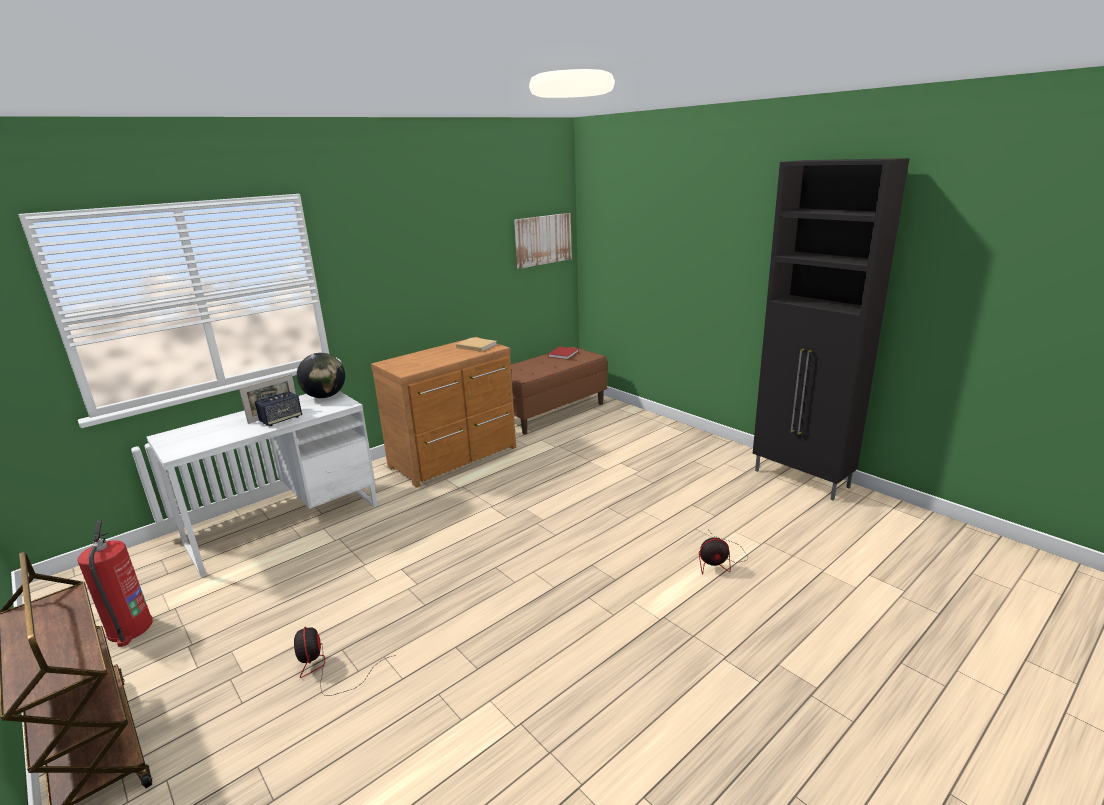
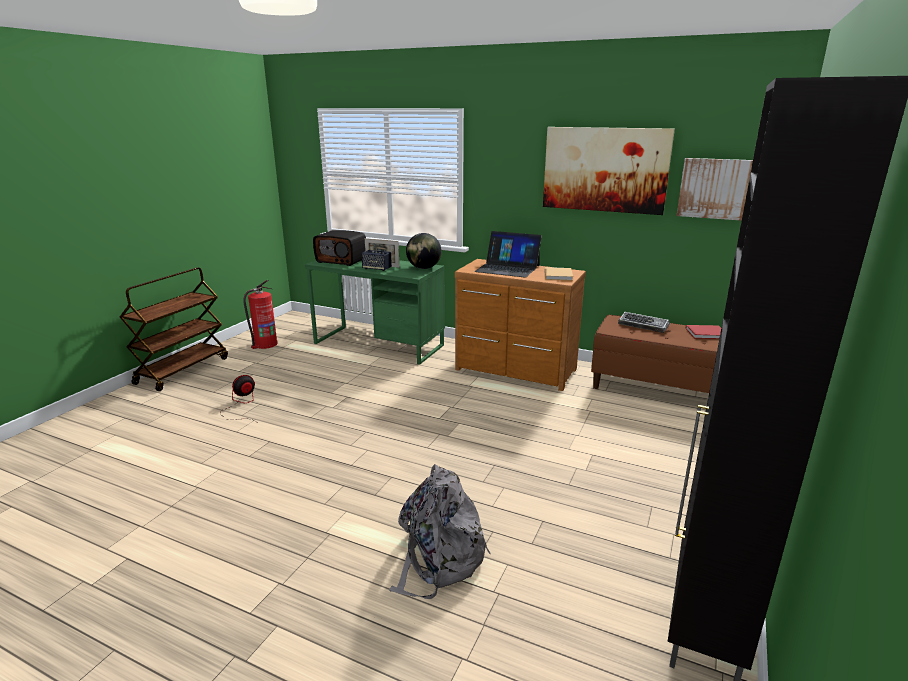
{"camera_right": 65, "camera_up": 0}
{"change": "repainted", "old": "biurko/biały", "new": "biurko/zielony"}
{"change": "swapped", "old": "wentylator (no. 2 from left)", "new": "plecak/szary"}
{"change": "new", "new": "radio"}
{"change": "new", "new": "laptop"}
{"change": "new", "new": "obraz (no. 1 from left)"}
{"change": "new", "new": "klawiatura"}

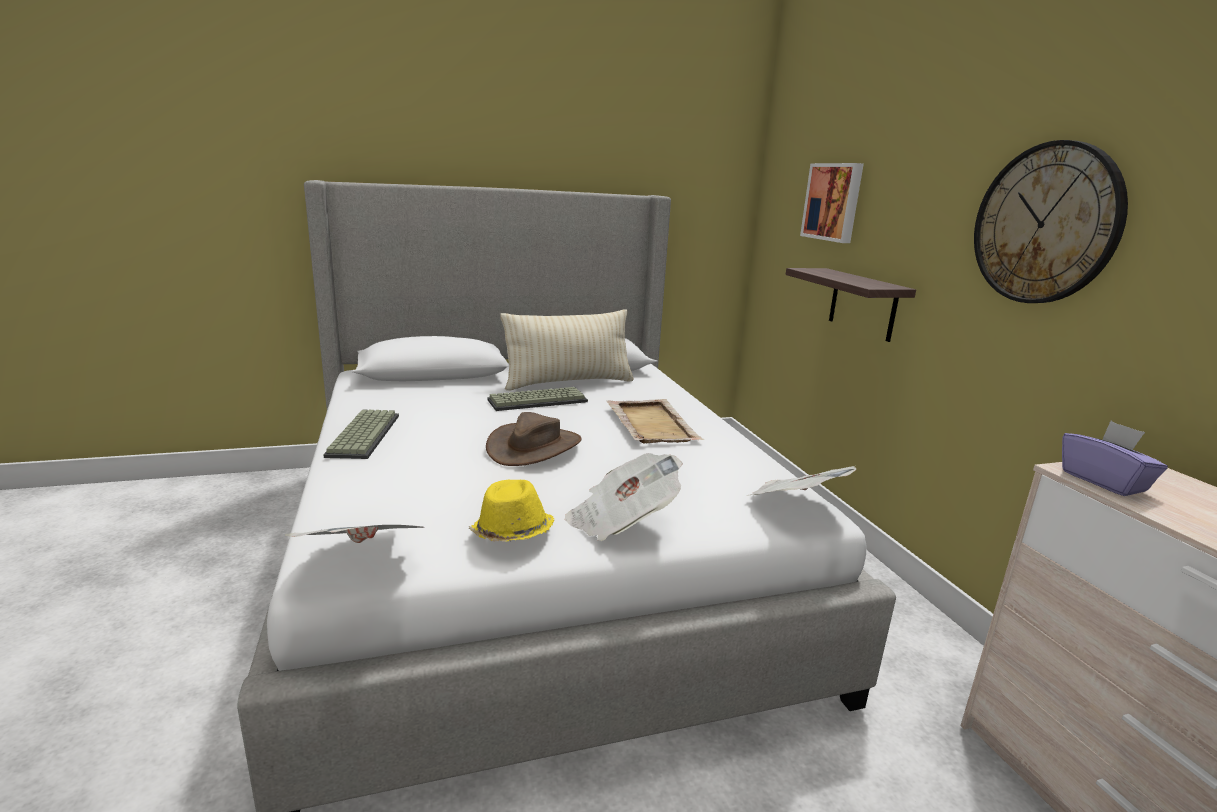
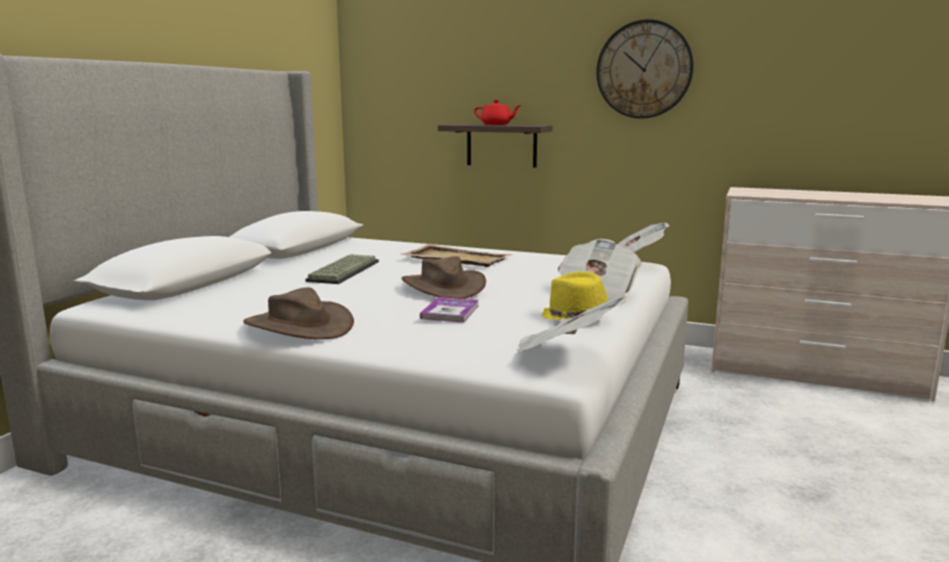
{"camera_right": -50, "camera_up": -5}
{"change": "swapped", "old": "klawiatura (no. 1 from left)", "new": "kapelusz/brązowy (no. 1 from left)"}
{"change": "gone", "old": "poduszka/beżowy"}
{"change": "gone", "old": "obraz"}
{"change": "gone", "old": "pudełko chusteczek/fioletowy"}
{"change": "new", "new": "książka"}
{"change": "new", "new": "imbryk/czerwony"}

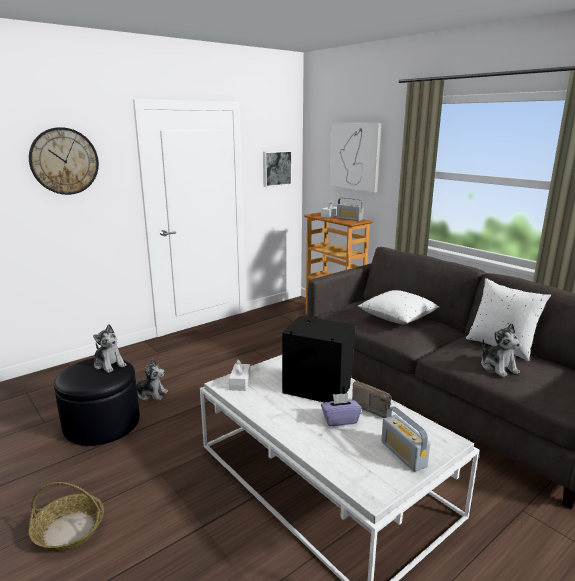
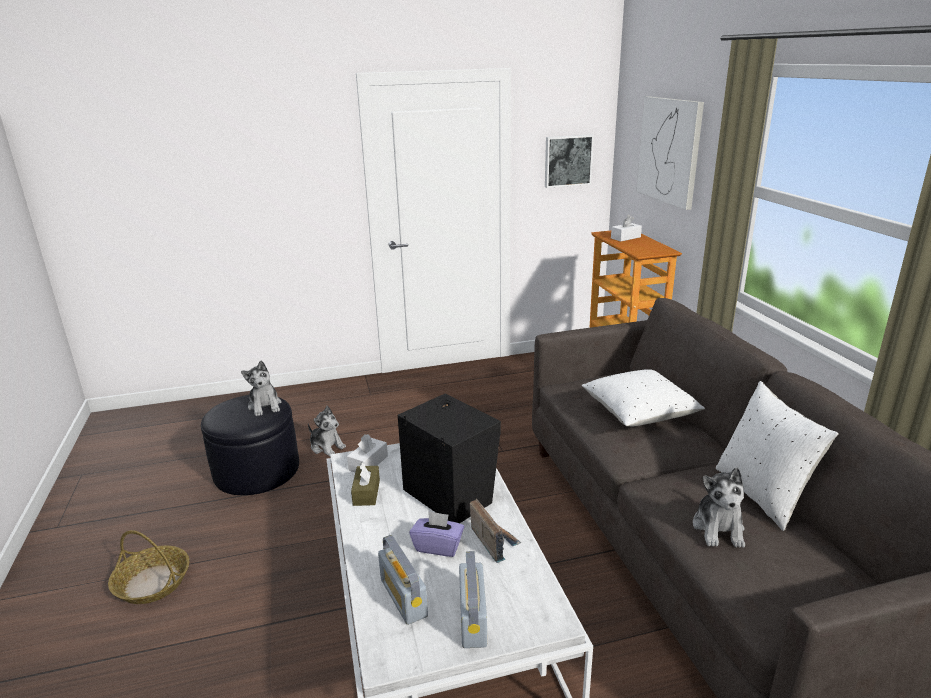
{"camera_right": 25, "camera_up": 5}
{"change": "gone", "old": "zegar ścienny"}
{"change": "shifted", "old": "radio (no. 1 from left)"}
{"change": "new", "new": "pudełko chusteczek/brązowy"}

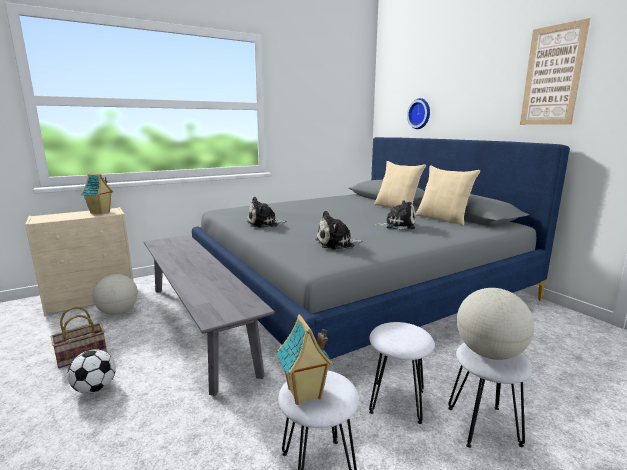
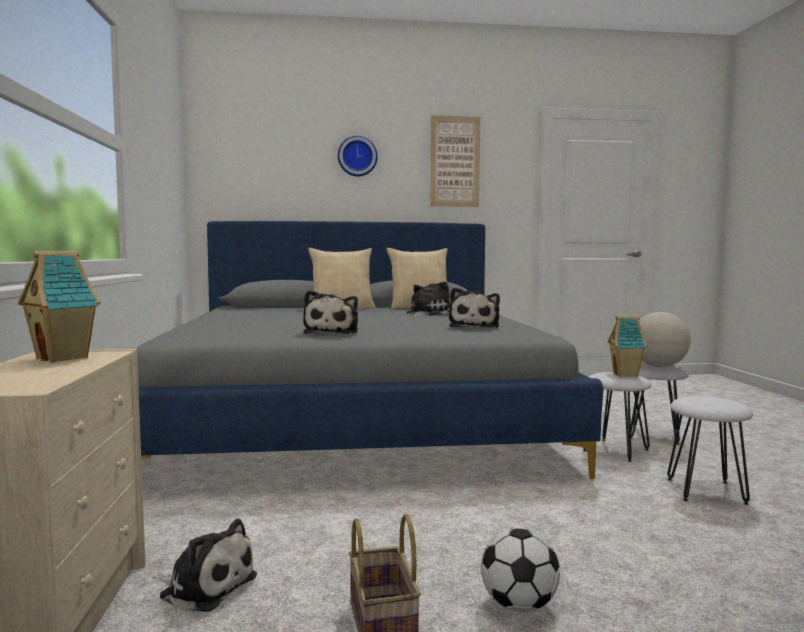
{"camera_right": -65, "camera_up": -10}
{"change": "swapped", "old": "globus (no. 1 from left)", "new": "pluszak (no. 1 from left)"}
{"change": "gone", "old": "ławka/szary"}
{"change": "shifted", "old": "domek (no. 2 from left)"}
{"change": "shifted", "old": "zegar ścienny"}

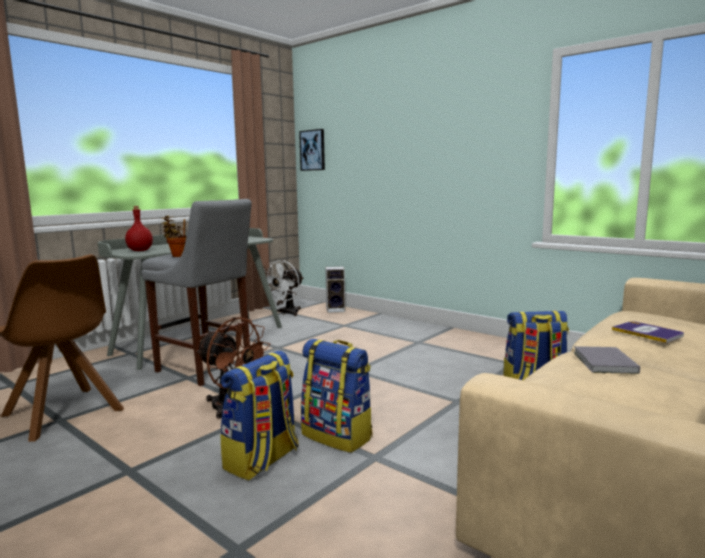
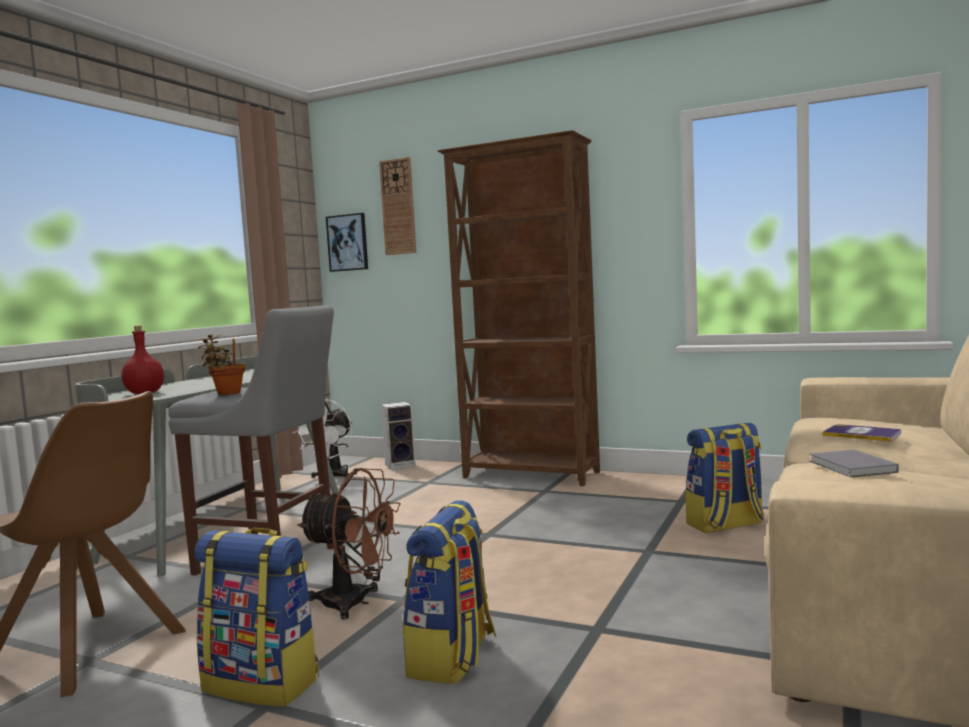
{"camera_right": -15, "camera_up": -5}
{"change": "shifted", "old": "plecak (no. 2 from left in the first image)", "new": "plecak (no. 1 from left)"}
{"change": "new", "new": "zegar ścienny"}
{"change": "new", "new": "regał/brązowy"}

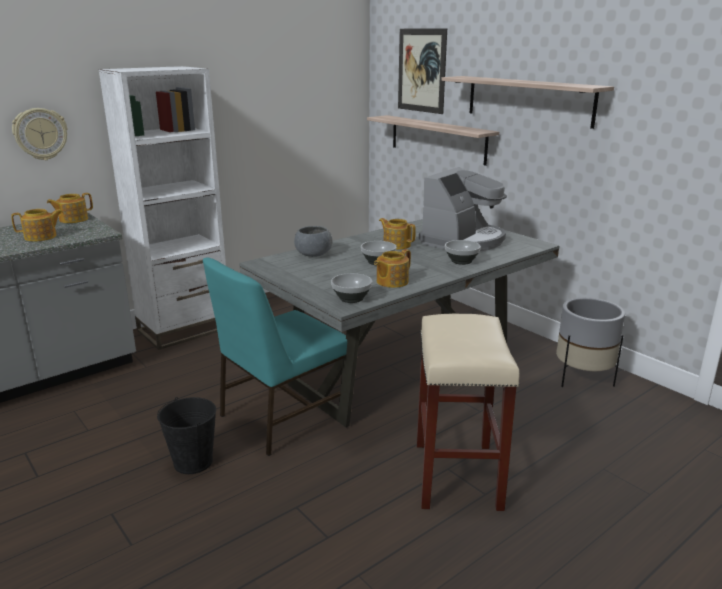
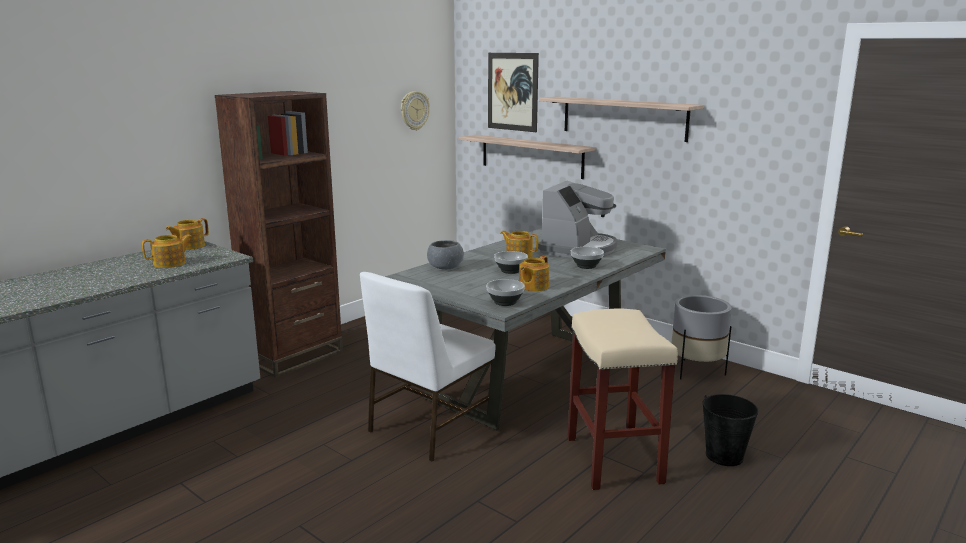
{"camera_right": -10, "camera_up": -5}
{"change": "shifted", "old": "zegar ścienny"}
{"change": "repainted", "old": "regał/biały", "new": "regał/brązowy"}
{"change": "shifted", "old": "wiadro/czarny"}
{"change": "repainted", "old": "krzesło/turkusowy", "new": "krzesło/biały"}

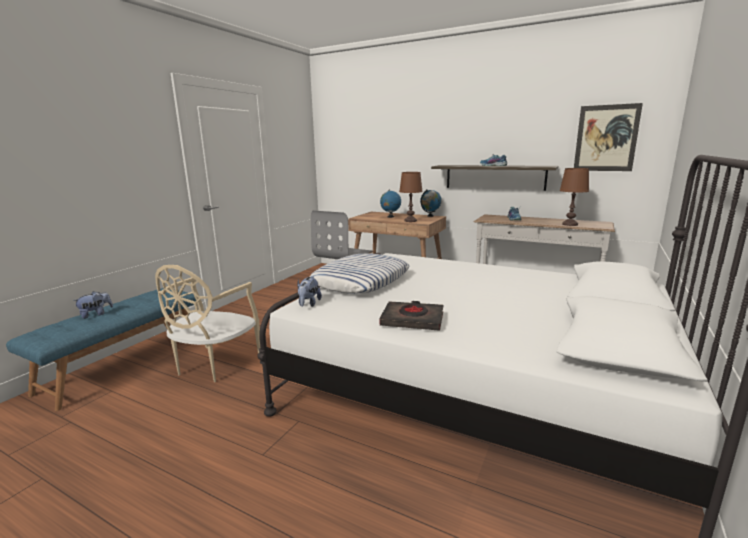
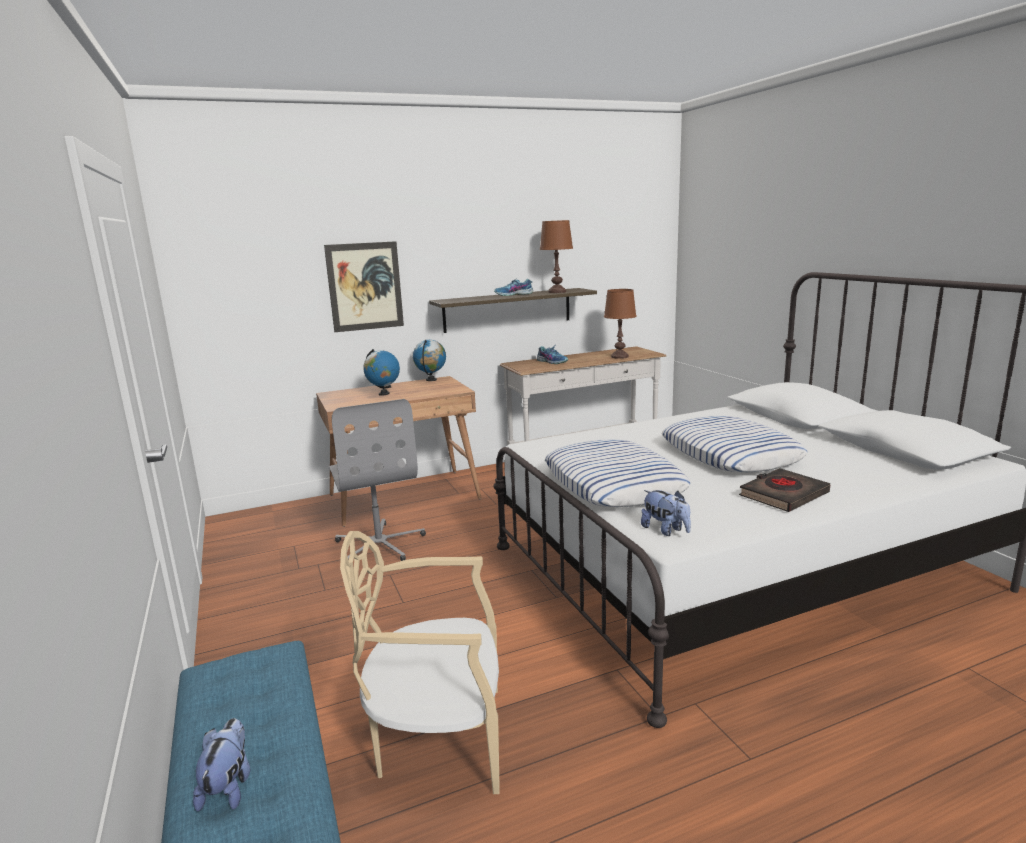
{"camera_right": -50, "camera_up": 0}
{"change": "rotated", "old": "krzesło/beżowy", "degrees": 120}
{"change": "shifted", "old": "lampa stołowa/brązowy (no. 1 from left)"}
{"change": "shifted", "old": "obraz"}
{"change": "new", "new": "poduszka (no. 2 from left)"}

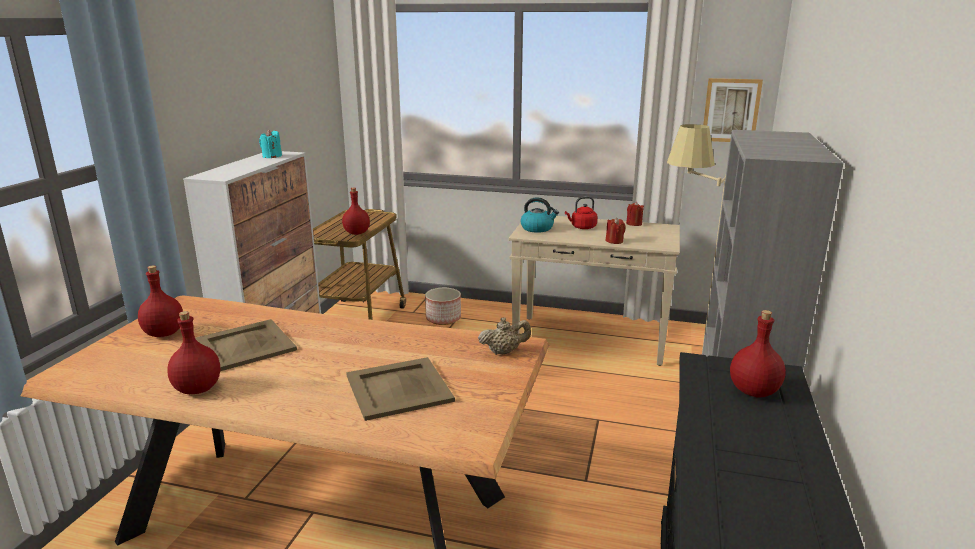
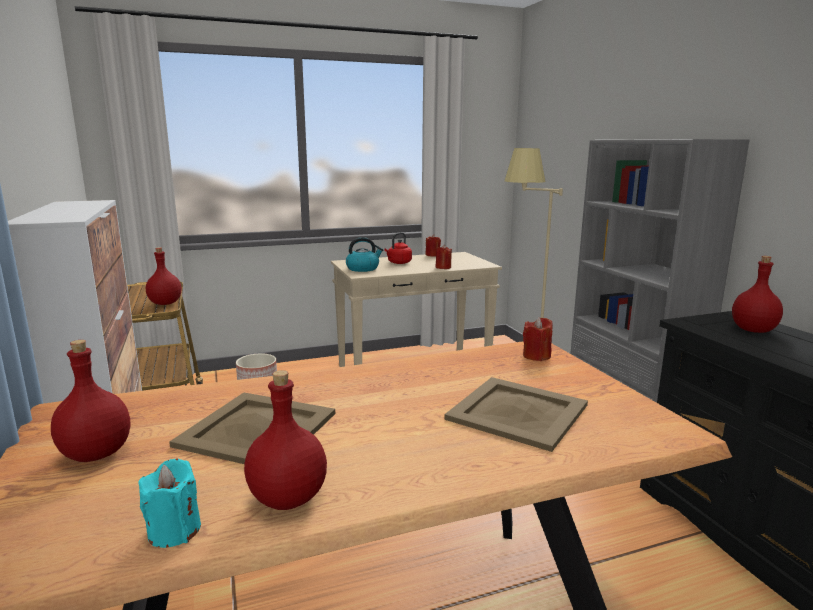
{"camera_right": -35, "camera_up": -5}
{"change": "shifted", "old": "świeca/turkusowy"}
{"change": "swapped", "old": "imbryk/beżowy", "new": "świeca/czerwony (no. 3 from left)"}
{"change": "gone", "old": "obraz"}

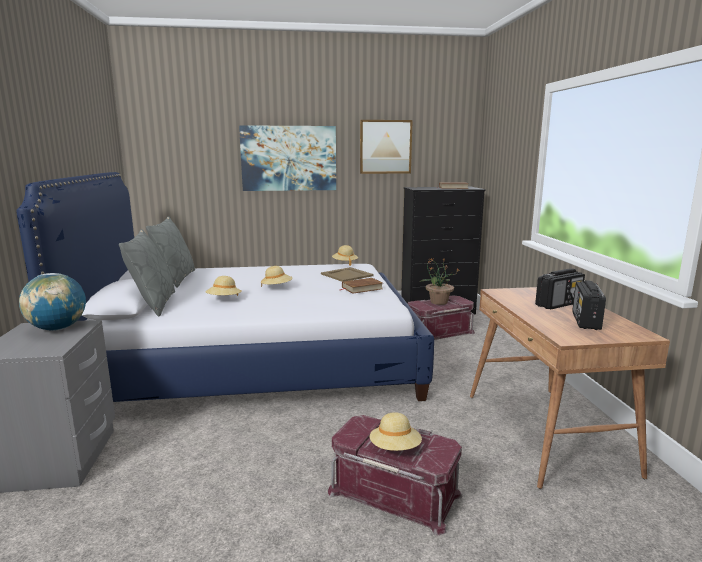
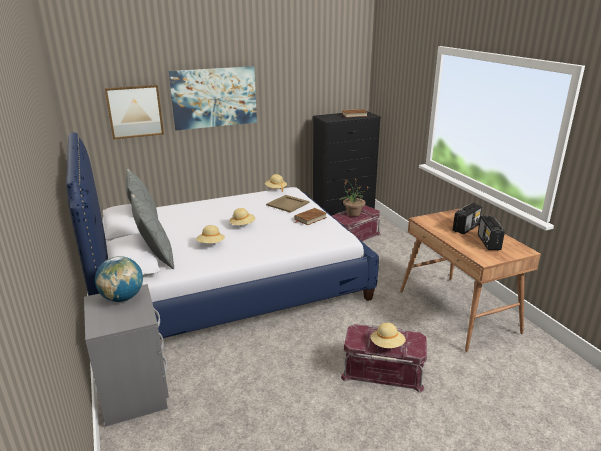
{"camera_right": -15, "camera_up": 10}
{"change": "shifted", "old": "obraz (no. 2 from left in the first image)", "new": "obraz (no. 1 from left)"}

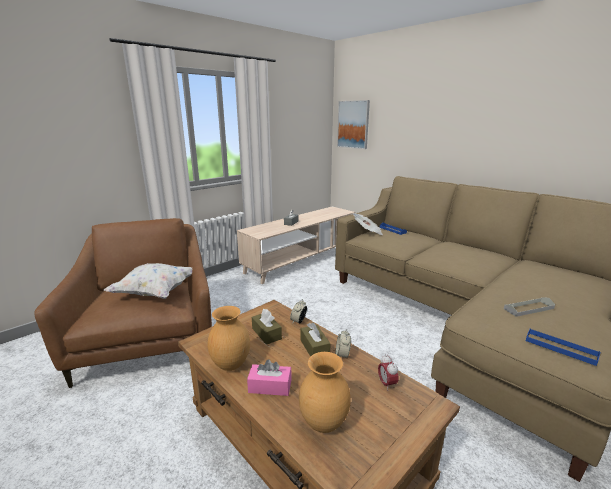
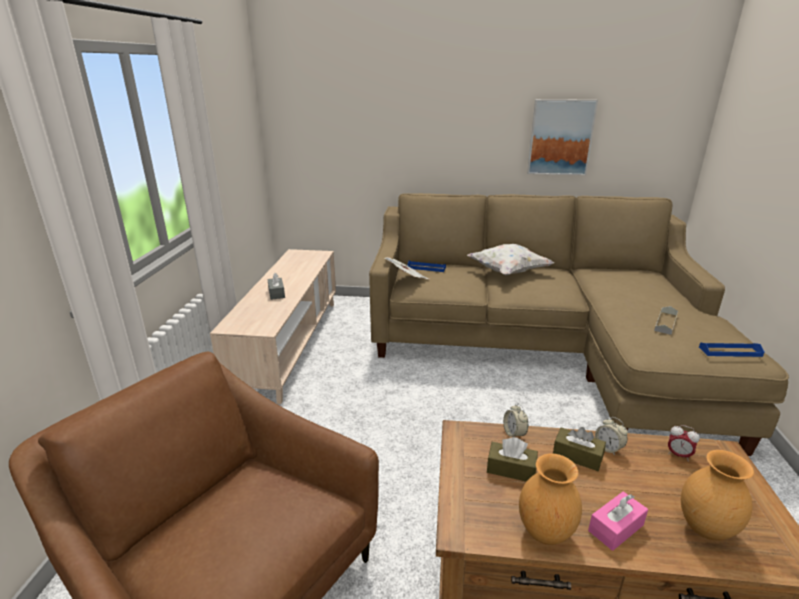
{"camera_right": -40, "camera_up": 5}
{"change": "shifted", "old": "poduszka/biały"}
{"change": "shifted", "old": "obraz"}

